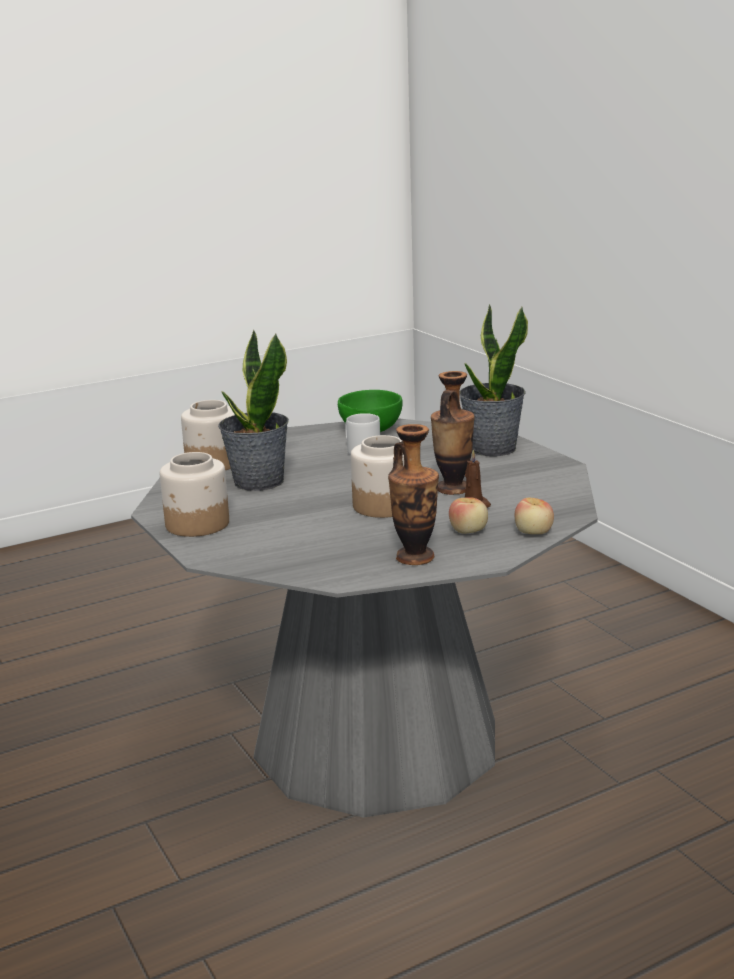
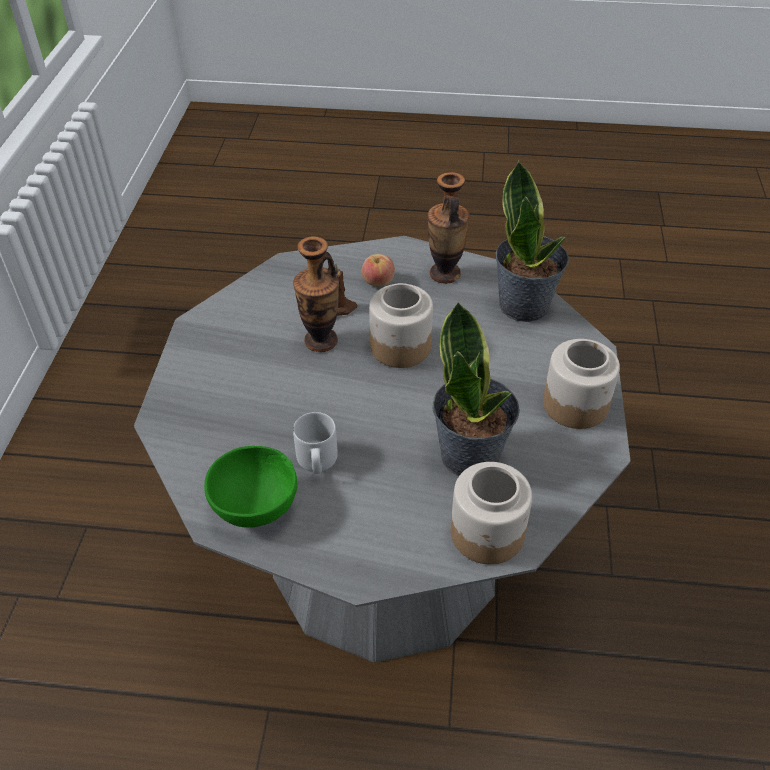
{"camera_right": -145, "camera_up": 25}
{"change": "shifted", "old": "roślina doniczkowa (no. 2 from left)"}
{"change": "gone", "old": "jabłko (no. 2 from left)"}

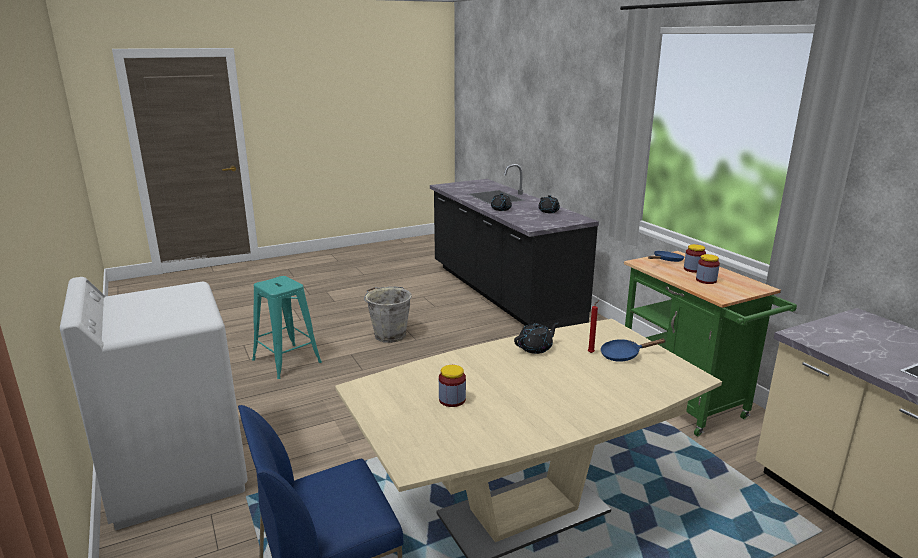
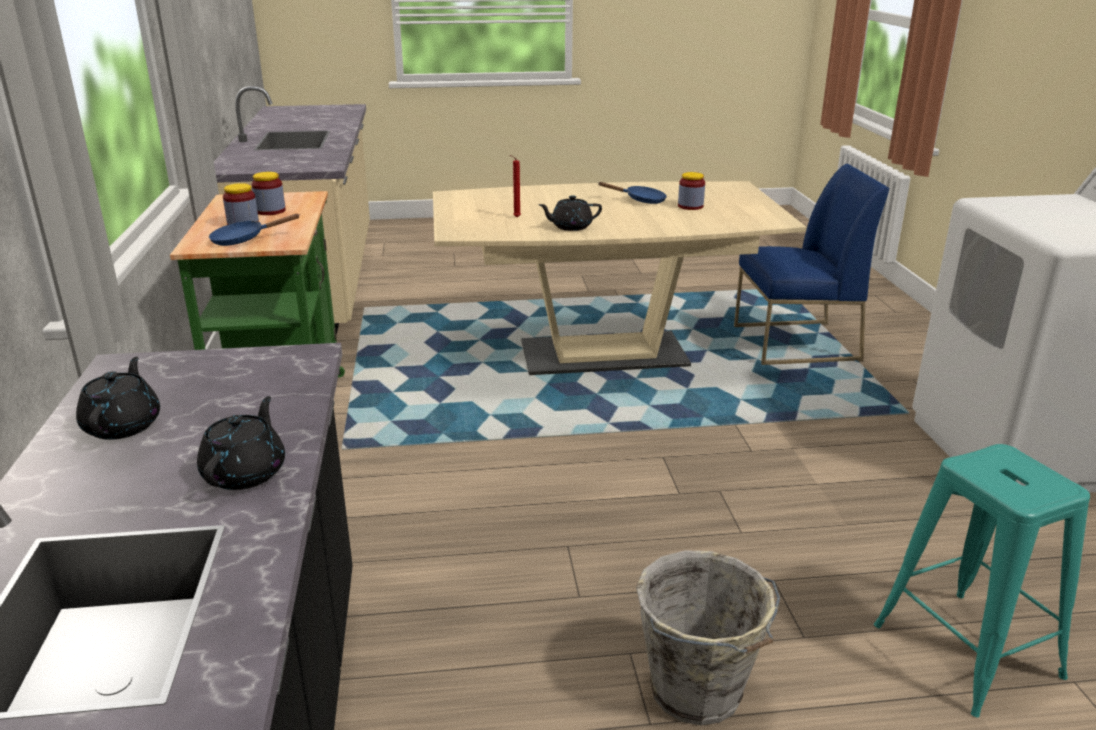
{"camera_right": -160, "camera_up": 5}
{"change": "shifted", "old": "patelnia/niebieski (no. 1 from left in the first image)", "new": "patelnia/niebieski (no. 2 from left)"}

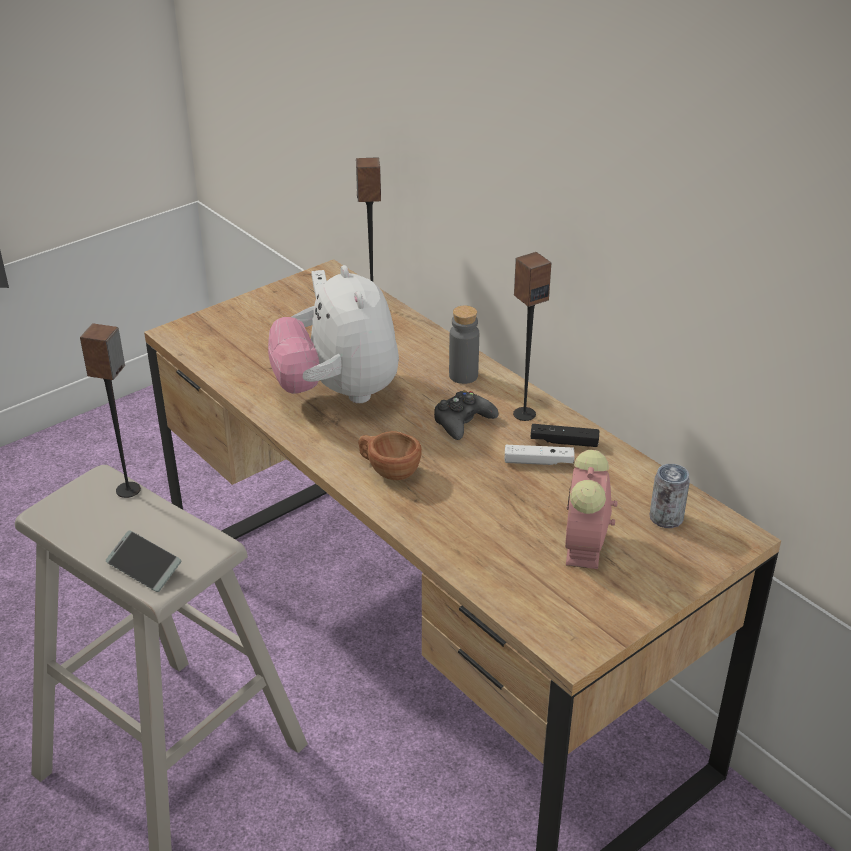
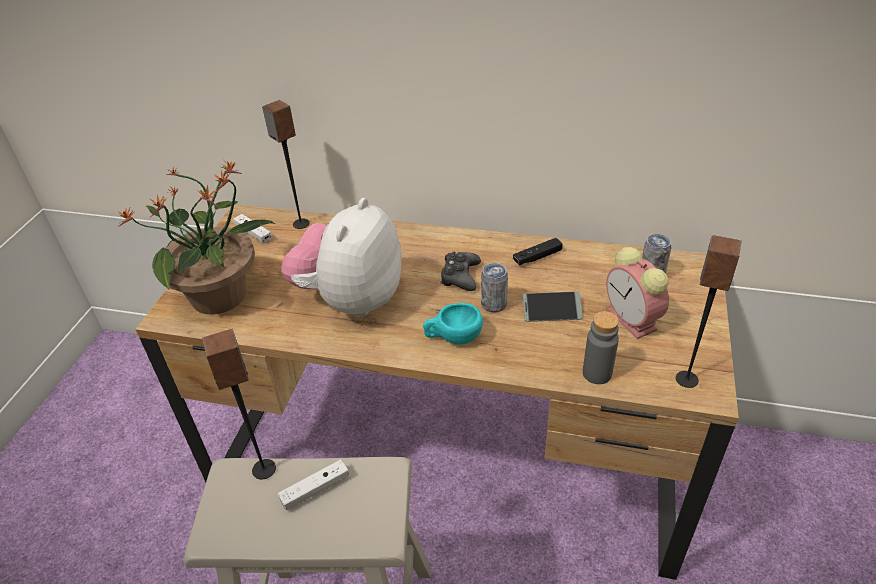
{"camera_right": -35, "camera_up": 5}
{"change": "shifted", "old": "telefon"}
{"change": "rotated", "old": "pluszak", "degrees": 75}
{"change": "repainted", "old": "filiżanka/brązowy", "new": "filiżanka/turkusowy"}
{"change": "shifted", "old": "butelka/szary"}
{"change": "shifted", "old": "pad do gier/biały (no. 2 from left)"}
{"change": "shifted", "old": "głośnik (no. 3 from left)"}
{"change": "new", "new": "roślina doniczkowa"}
{"change": "new", "new": "puszka (no. 1 from left)"}

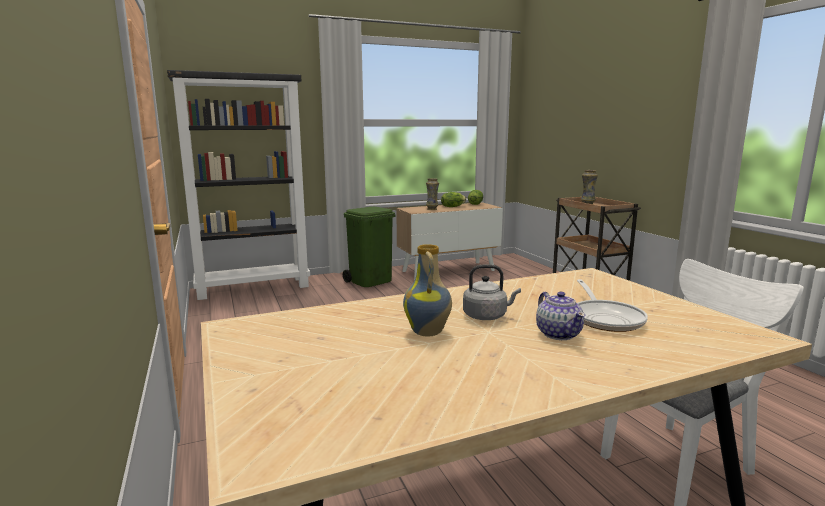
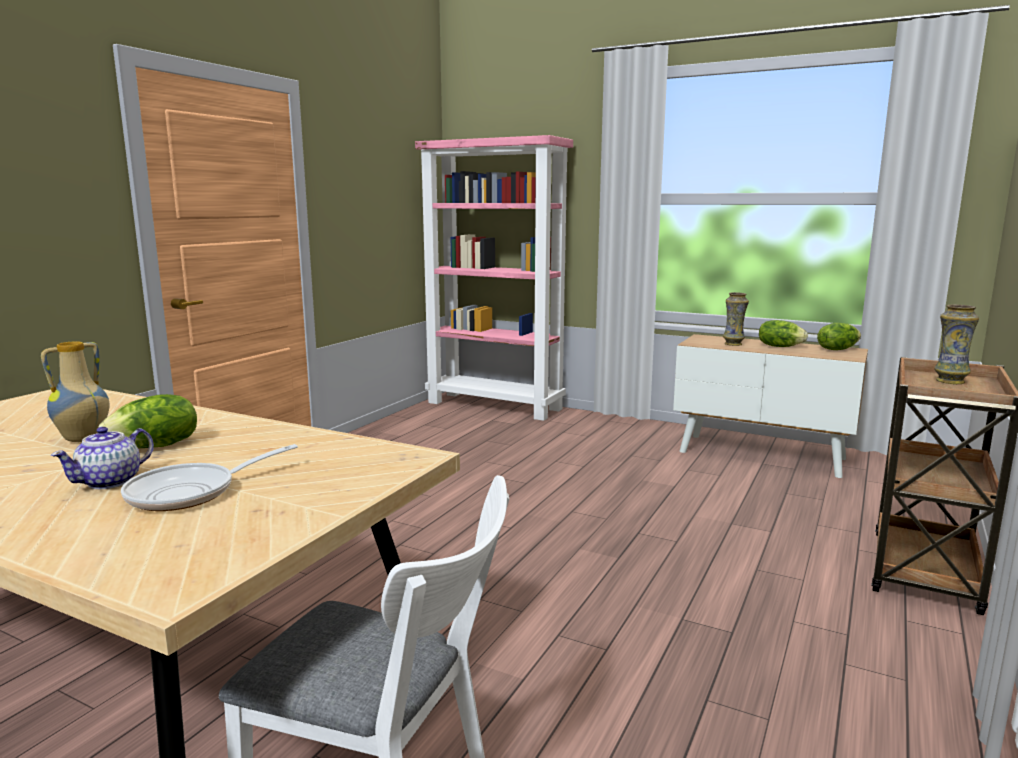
{"camera_right": 50, "camera_up": 0}
{"change": "repainted", "old": "regał/czarny", "new": "regał/różowy"}
{"change": "gone", "old": "kosz na śmieci/zielony"}
{"change": "swapped", "old": "czajnik/szary", "new": "sałata (no. 1 from left)"}

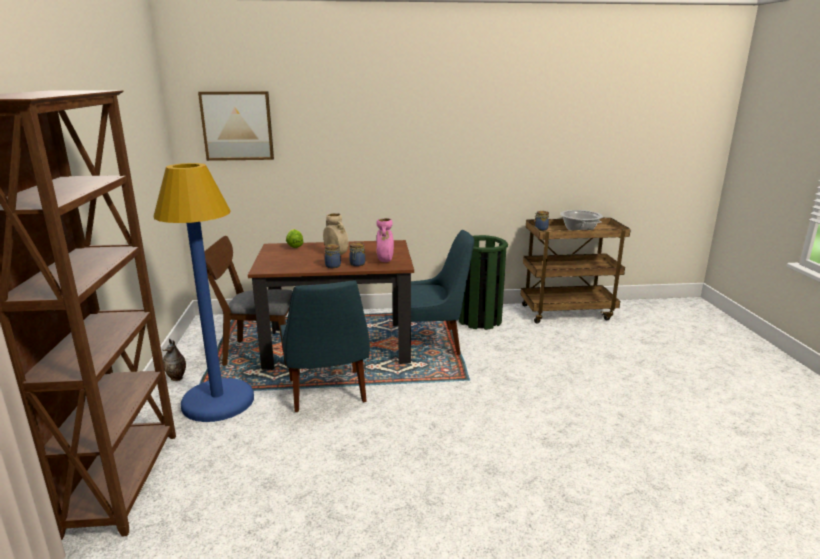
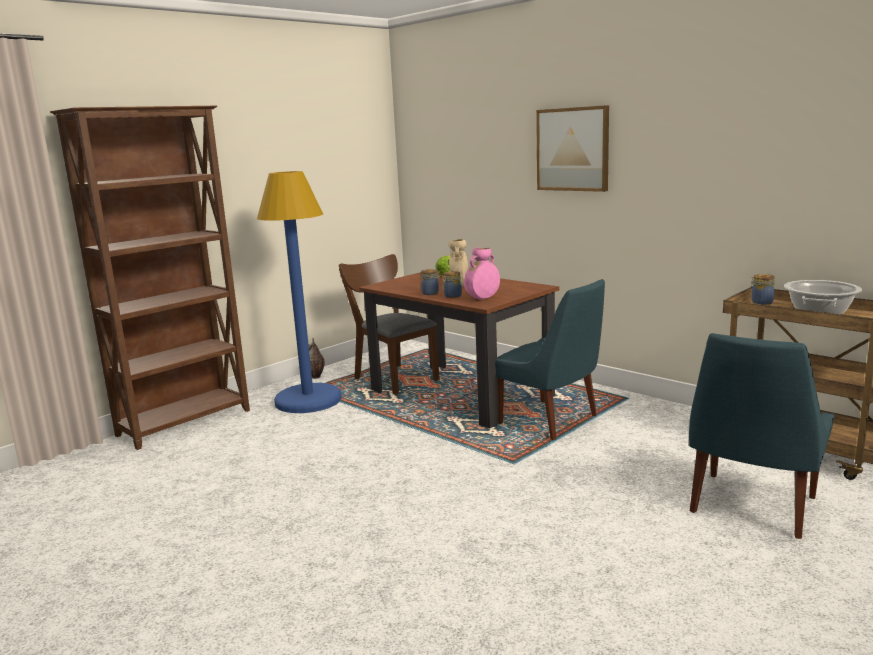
{"camera_right": 50, "camera_up": -5}
{"change": "shifted", "old": "obraz"}
{"change": "shifted", "old": "krzesło/niebieski (no. 1 from left in the first image)", "new": "krzesło/niebieski (no. 2 from left)"}
{"change": "gone", "old": "kosz na śmieci/zielony"}

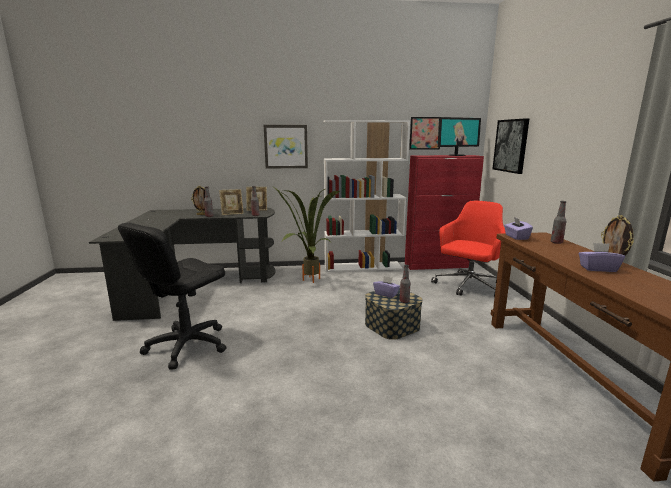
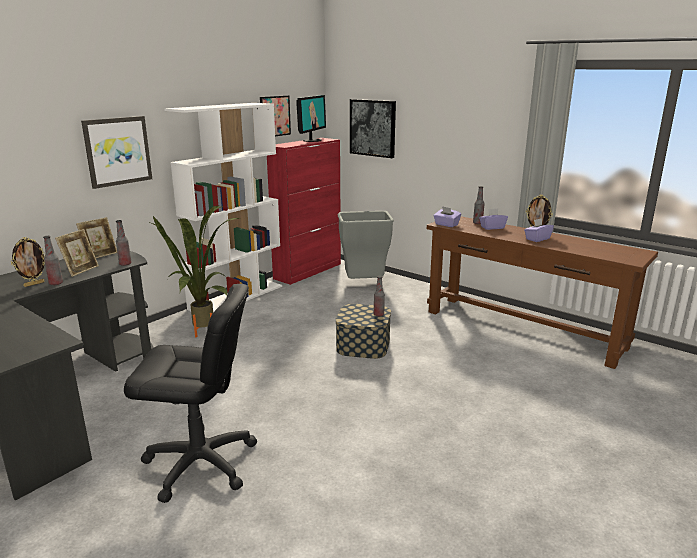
{"camera_right": -45, "camera_up": 5}
{"change": "rotated", "old": "krzesło biurowe/czarny", "degrees": -75}
{"change": "shifted", "old": "pudełko chusteczek/fioletowy (no. 1 from left in the first image)", "new": "pudełko chusteczek/fioletowy (no. 2 from left)"}
{"change": "swapped", "old": "krzesło biurowe/czerwony", "new": "kosz na śmieci/szary"}

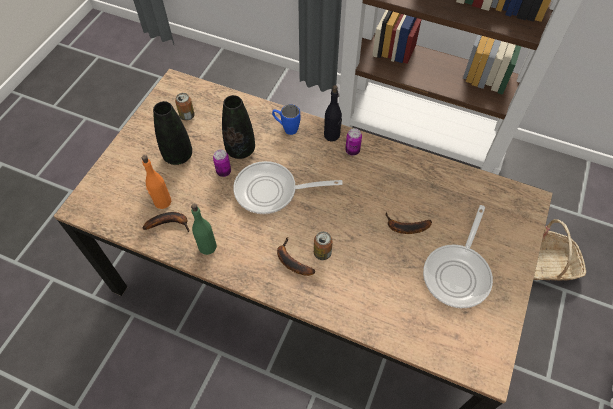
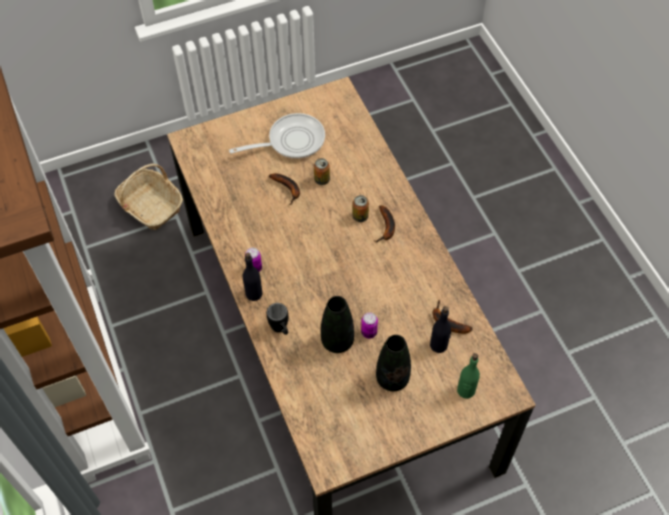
{"camera_right": -135, "camera_up": 0}
{"change": "repainted", "old": "butelka/pomarańczowy", "new": "butelka/czarny (no. 2 from left)"}
{"change": "shifted", "old": "puszka (no. 1 from left in the first image)", "new": "puszka (no. 2 from left)"}
{"change": "shifted", "old": "butelka/zielony"}
{"change": "gone", "old": "patelnia (no. 1 from left)"}
{"change": "repainted", "old": "kubek/niebieski", "new": "kubek/czarny"}

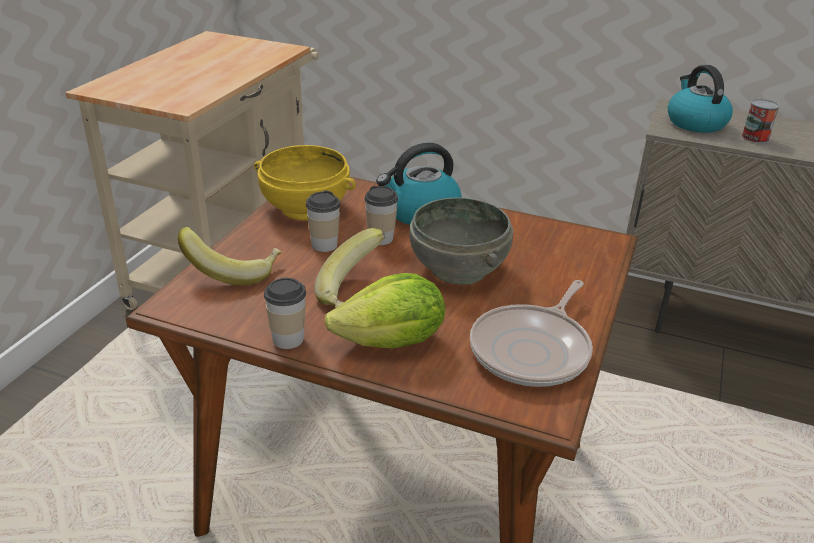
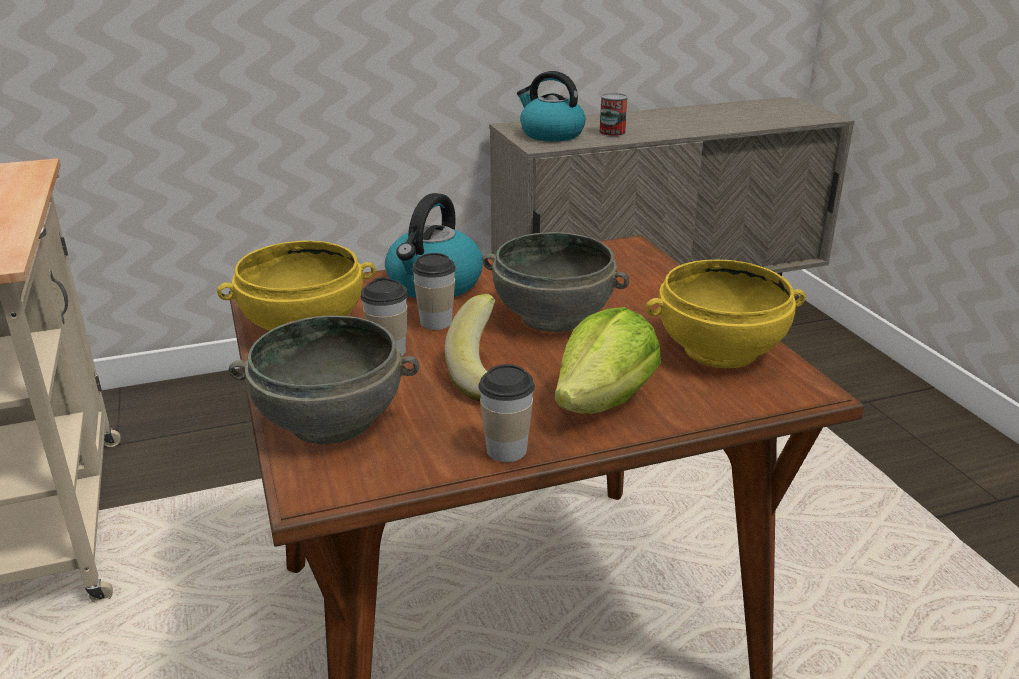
{"camera_right": -40, "camera_up": -5}
{"change": "swapped", "old": "banan (no. 1 from left)", "new": "miska/szary (no. 1 from left)"}
{"change": "swapped", "old": "patelnia", "new": "miska/żółty (no. 2 from left)"}

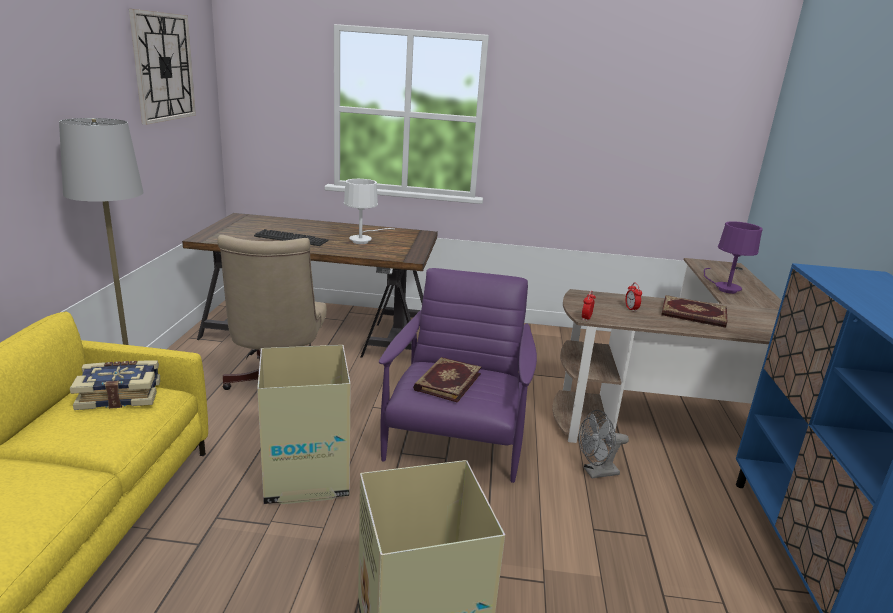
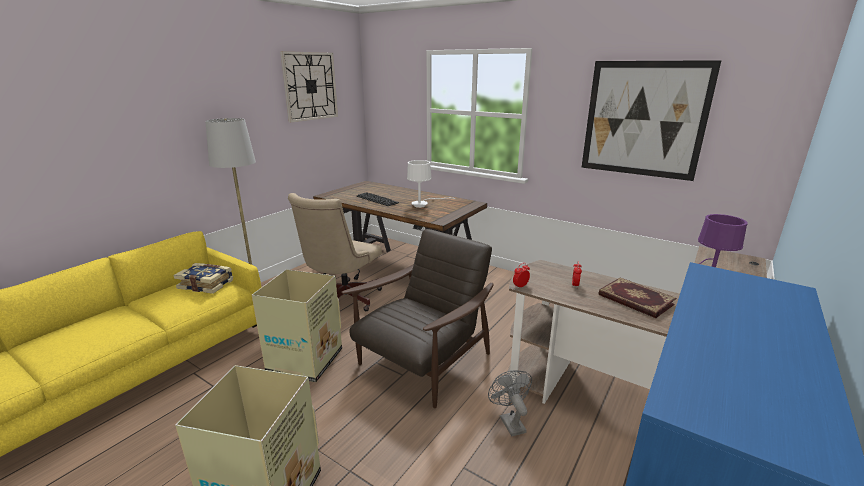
{"camera_right": 30, "camera_up": 0}
{"change": "repainted", "old": "fotel/fioletowy", "new": "fotel/brązowy"}
{"change": "gone", "old": "książka (no. 2 from left)"}
{"change": "rotated", "old": "wentylator/szary", "degrees": 60}
{"change": "new", "new": "obraz"}

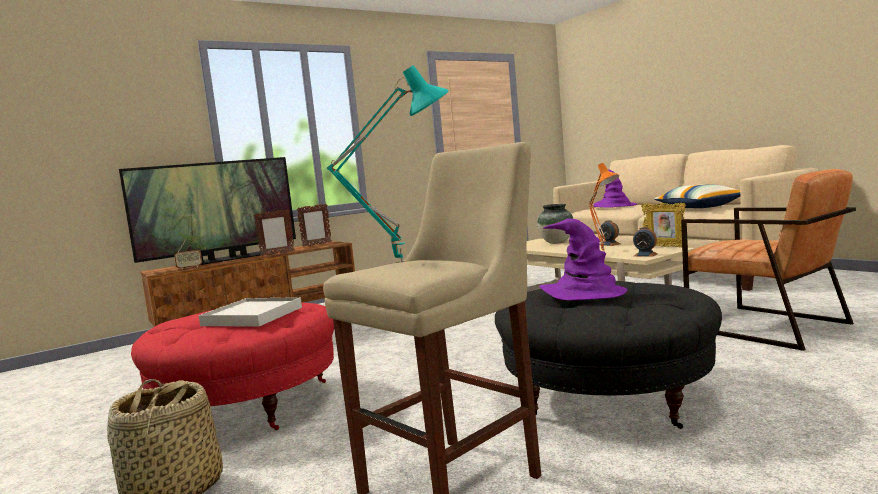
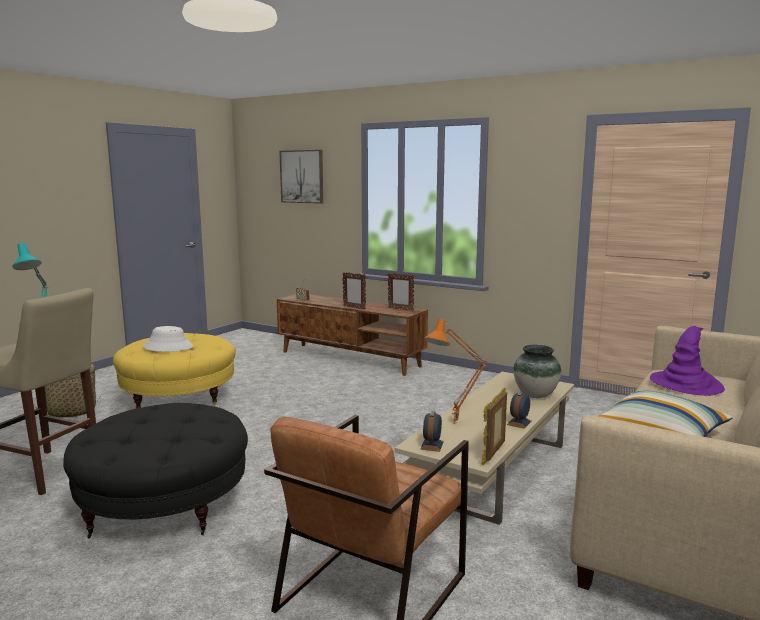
{"camera_right": 65, "camera_up": 5}
{"change": "gone", "old": "telewizor"}
{"change": "repainted", "old": "pufa/czerwony", "new": "pufa/żółty"}
{"change": "swapped", "old": "taca/biały", "new": "kapelusz/biały"}
{"change": "gone", "old": "kapelusz/fioletowy (no. 1 from left)"}
{"change": "new", "new": "obraz"}

